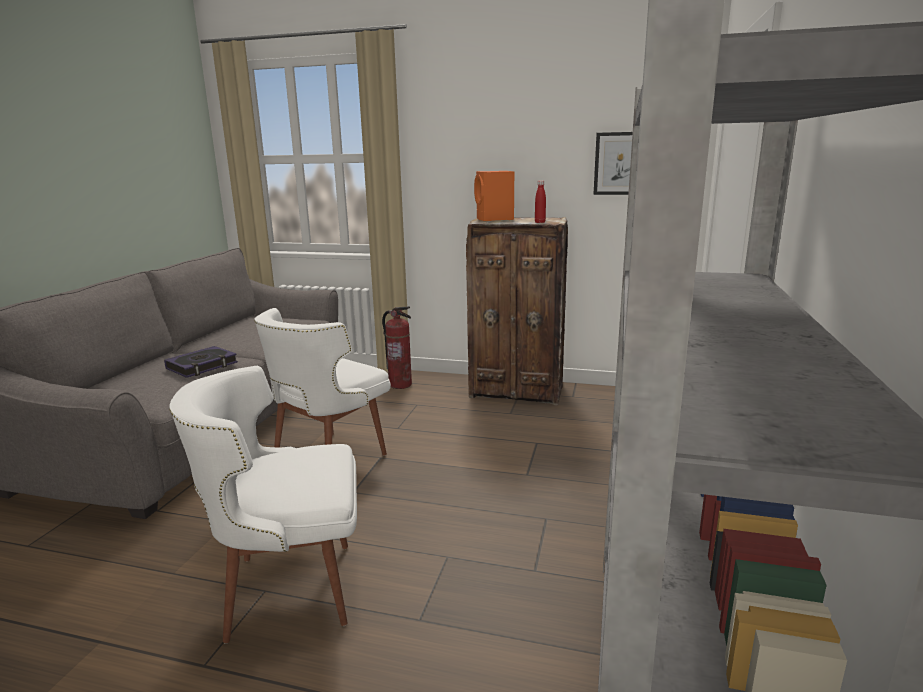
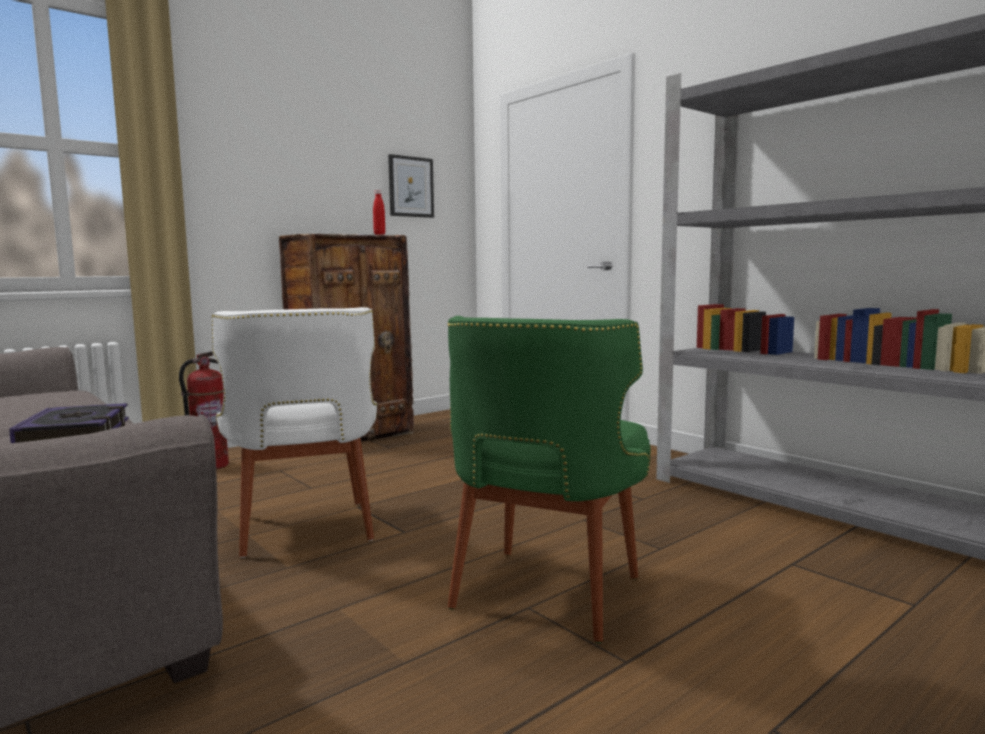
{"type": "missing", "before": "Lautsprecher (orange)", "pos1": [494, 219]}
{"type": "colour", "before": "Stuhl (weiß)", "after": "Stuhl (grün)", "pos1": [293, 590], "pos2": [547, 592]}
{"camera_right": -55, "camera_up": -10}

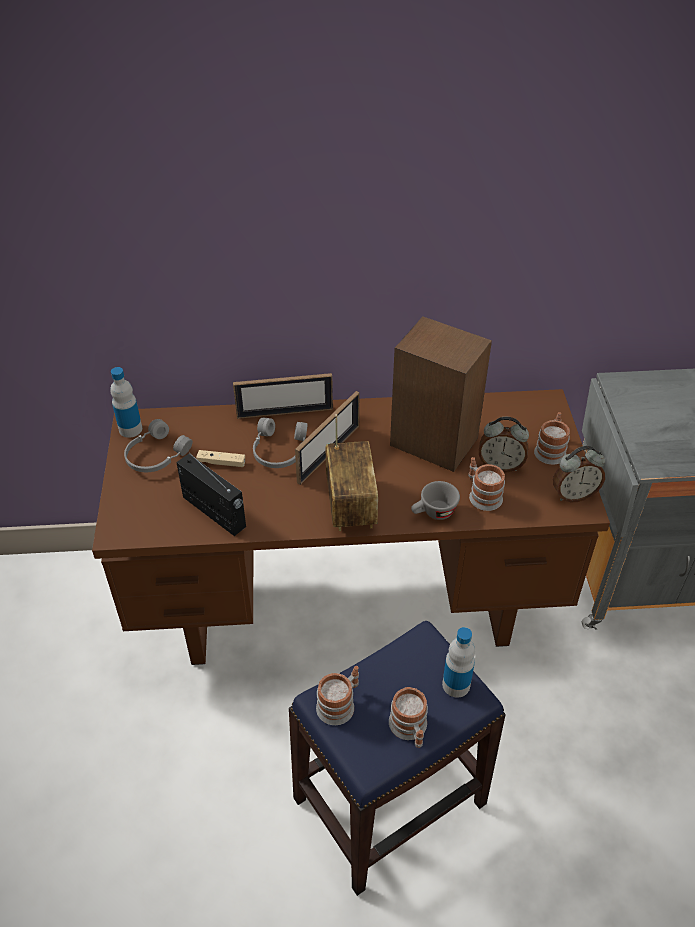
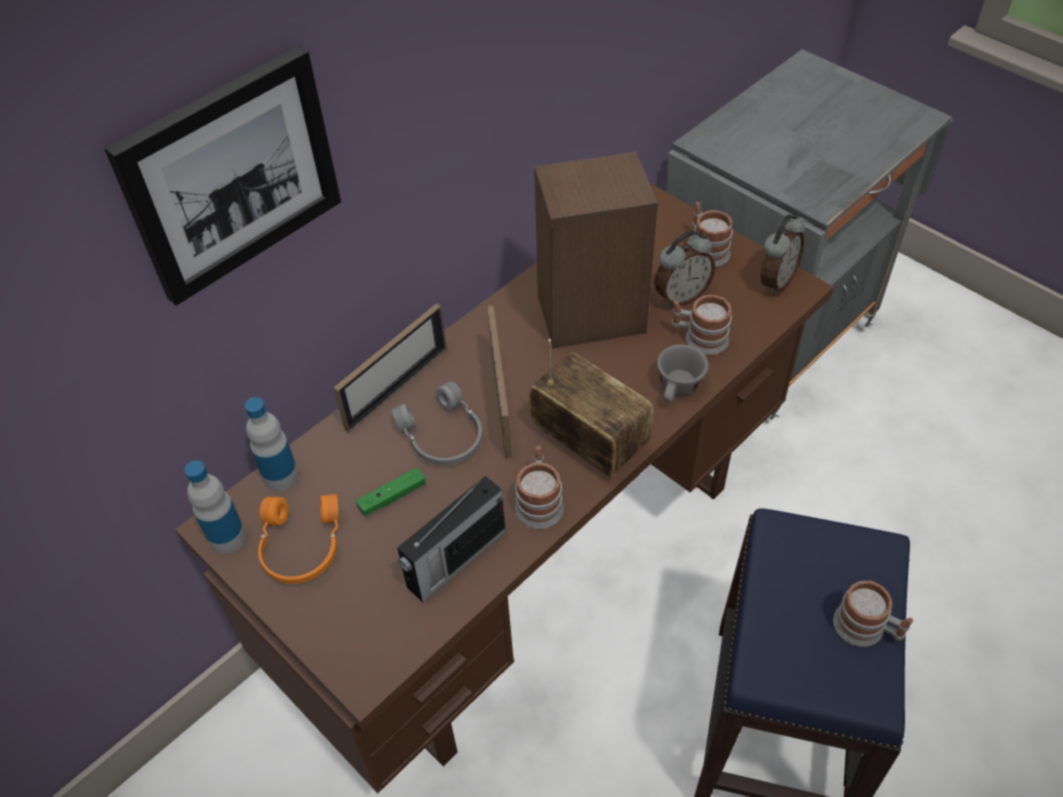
{"type": "appeared", "after": "Bild", "pos2": [231, 174]}
{"type": "relocated", "before": "Henkelbecher", "pos1": [340, 703], "pos2": [539, 501]}
{"type": "relocated", "before": "Flasche", "pos1": [456, 685], "pos2": [281, 476]}
{"type": "colour", "before": "Kopfhörer (grau)", "after": "Kopfhörer (orange)", "pos1": [156, 455], "pos2": [300, 546]}
{"type": "colour", "before": "Gamepad (beige)", "after": "Gamepad (grün)", "pos1": [221, 462], "pos2": [392, 497]}
{"type": "spun", "before": "Radio", "pos1": [215, 513], "pos2": [455, 560], "turn": 135}
{"camera_right": -40, "camera_up": 5}

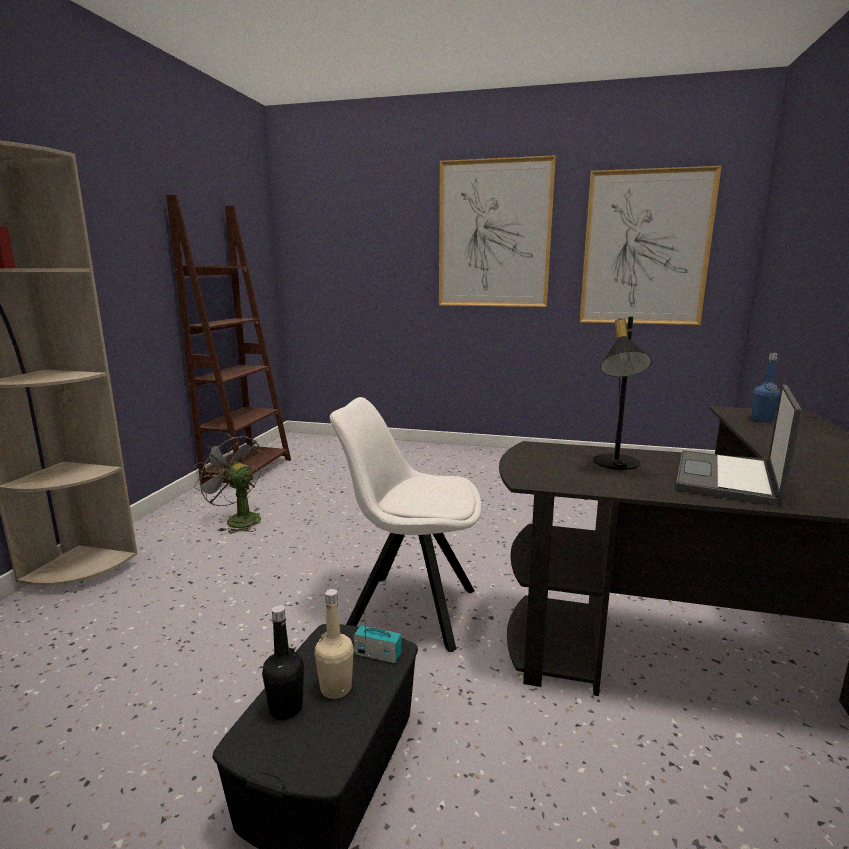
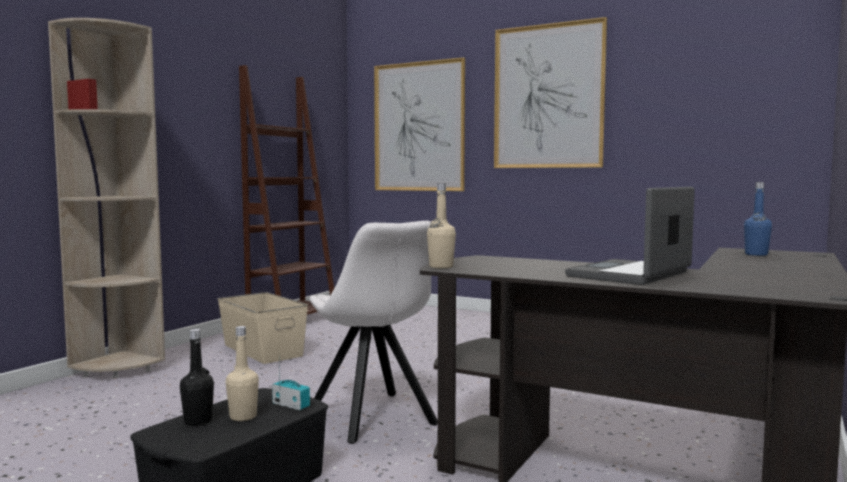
{"type": "missing", "before": "Tischlampe (schwarz)", "pos1": [615, 465]}
{"type": "appeared", "after": "Flasche (beige)", "pos2": [441, 267]}
{"type": "relocated", "before": "Bild", "pos1": [645, 249], "pos2": [419, 127]}
{"type": "exchanged", "before": "Ventilator (grau)", "after": "Aufbewahrungsbox (beige)", "pos1": [237, 520], "pos2": [262, 350]}
{"type": "spun", "before": "Stuhl (weiß)", "pos1": [411, 610], "pos2": [373, 417], "turn": -150}
{"camera_right": 15, "camera_up": -10}

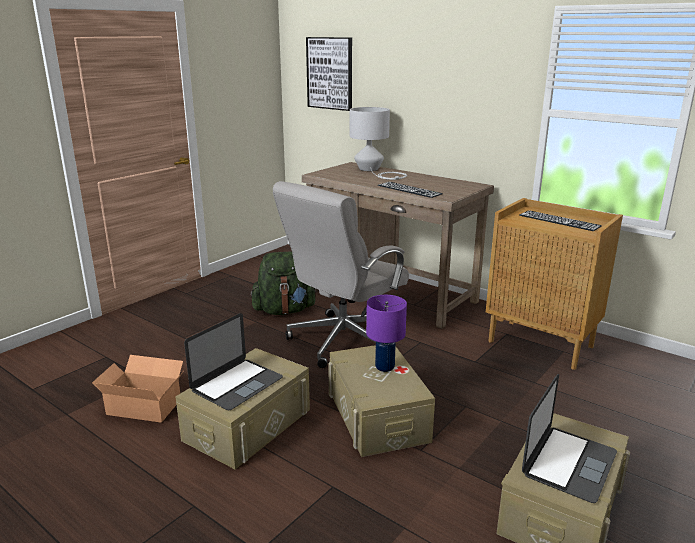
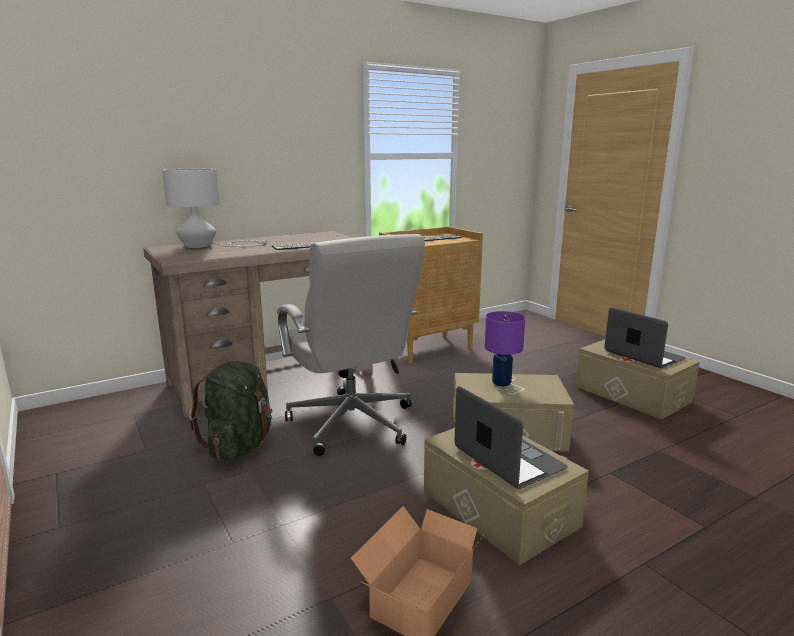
{"type": "missing", "before": "Bild", "pos1": [330, 73]}
{"camera_right": -70, "camera_up": -5}

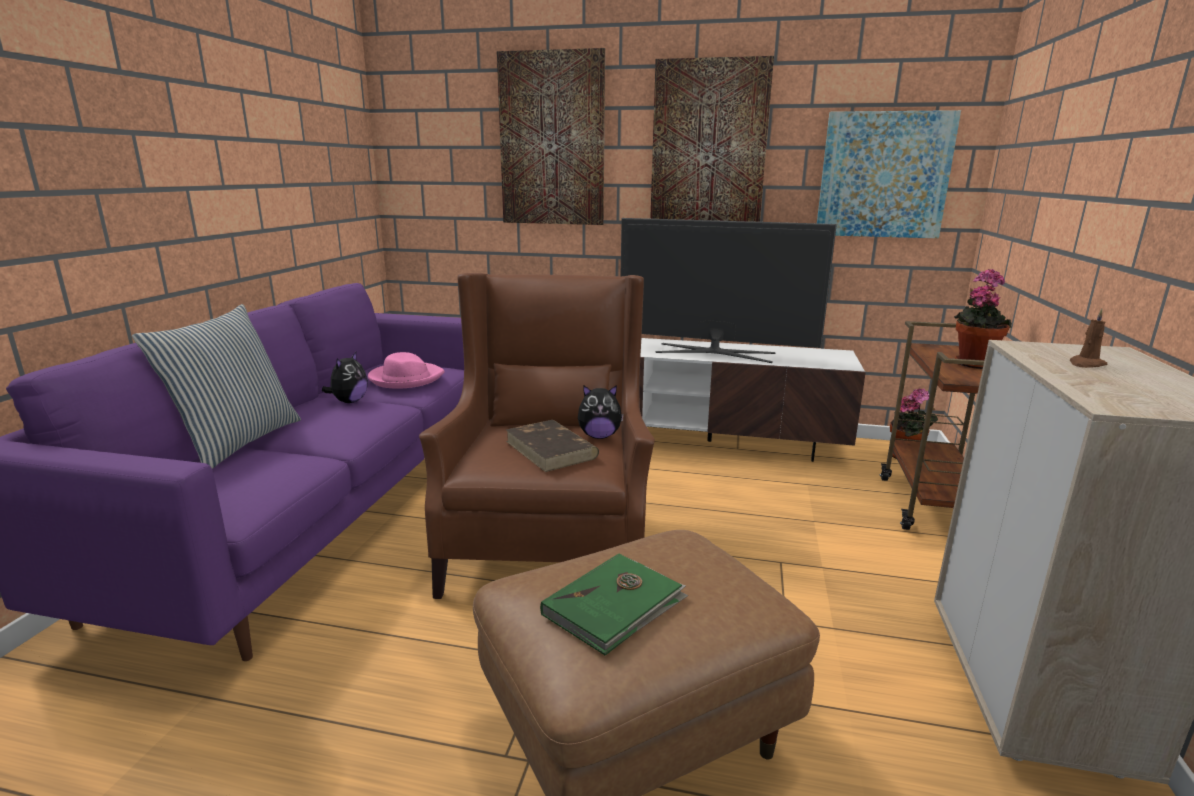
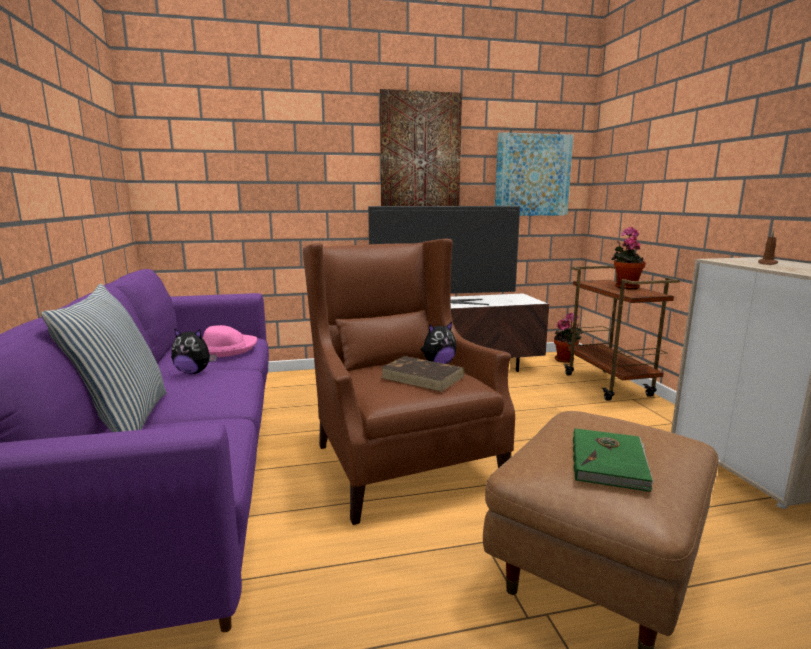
{"type": "missing", "before": "Bild", "pos1": [552, 140]}
{"type": "spun", "before": "Plüschtier", "pos1": [349, 401], "pos2": [194, 372], "turn": 105}
{"camera_right": -25, "camera_up": -5}

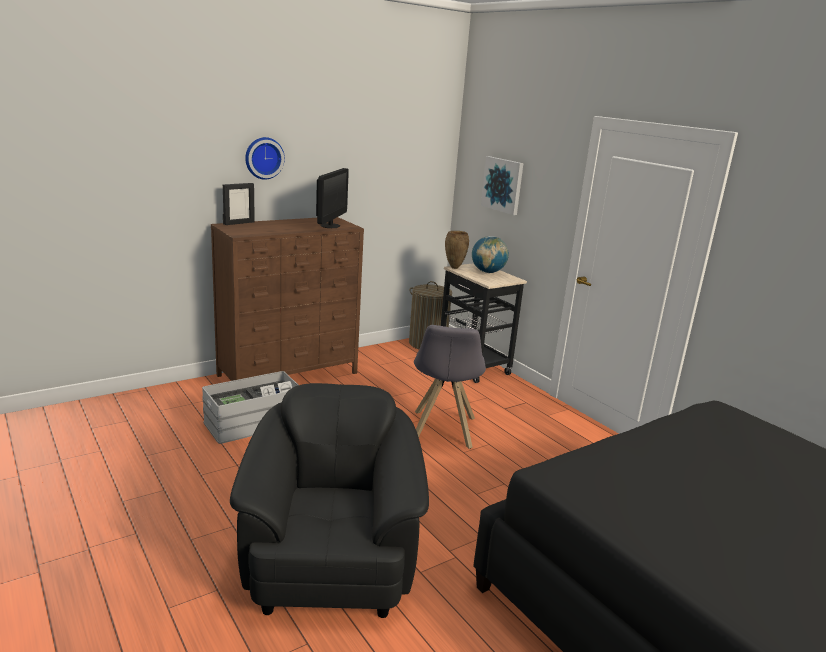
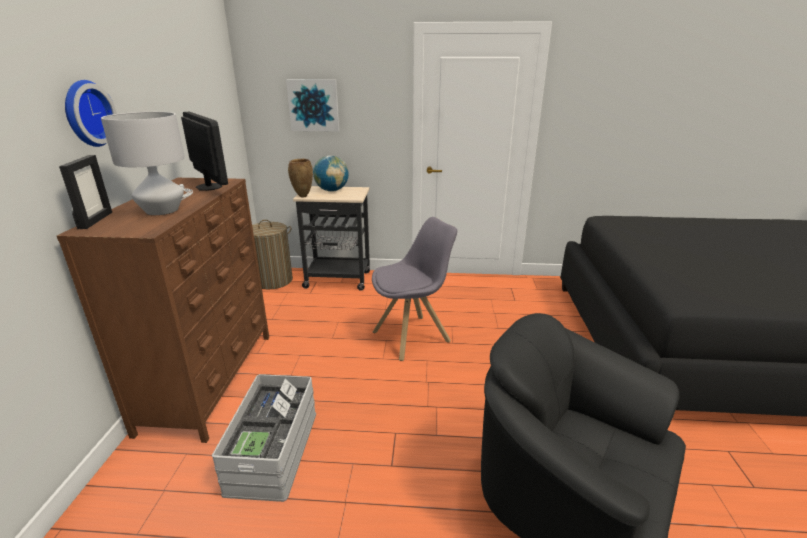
{"type": "appeared", "after": "Tischlampe (grau)", "pos2": [166, 204]}
{"type": "spun", "before": "Stuhl (grau)", "pos1": [443, 430], "pos2": [412, 337], "turn": -75}
{"camera_right": -50, "camera_up": 5}

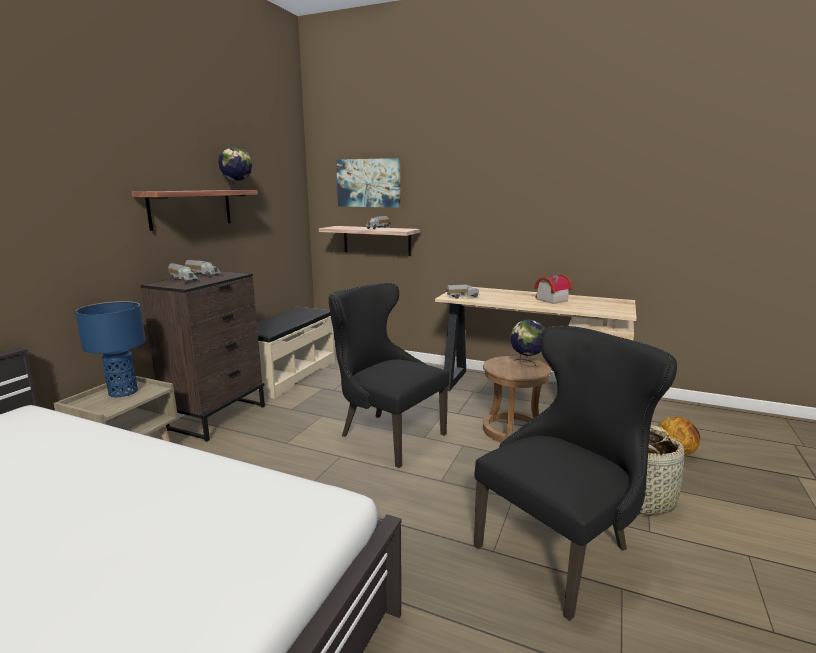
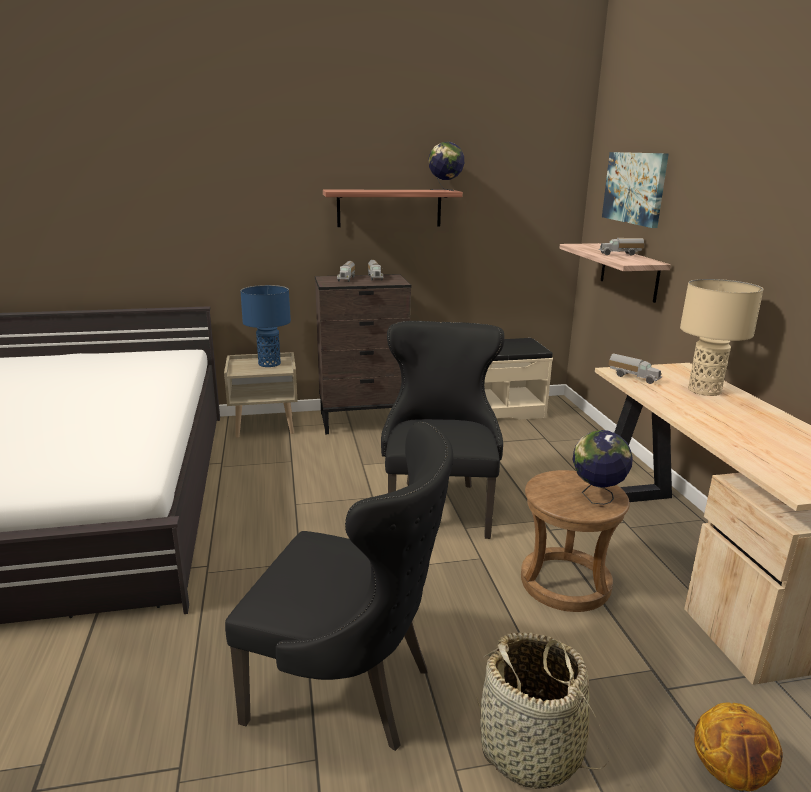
{"type": "missing", "before": "Spielzeughaus", "pos1": [550, 300]}
{"type": "appeared", "after": "Tischlampe (beige)", "pos2": [705, 390]}
{"camera_right": 55, "camera_up": 5}

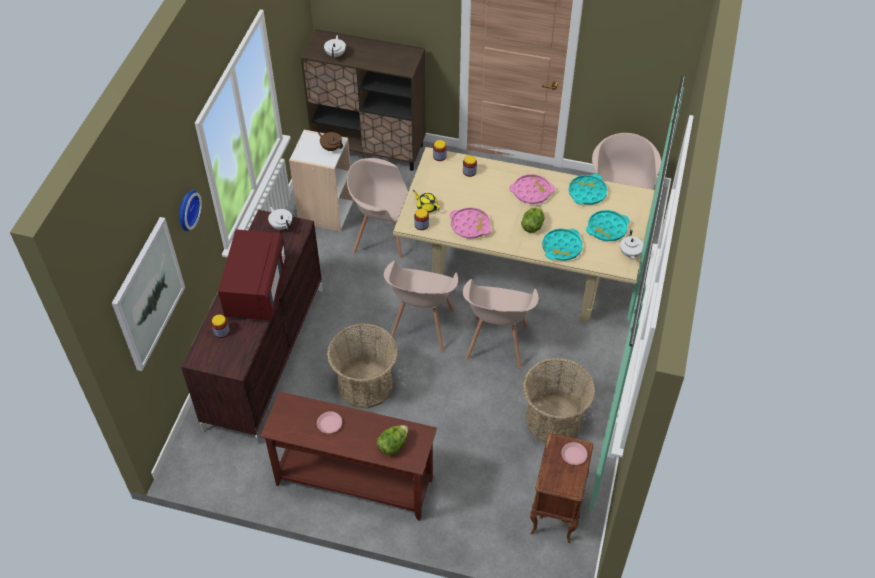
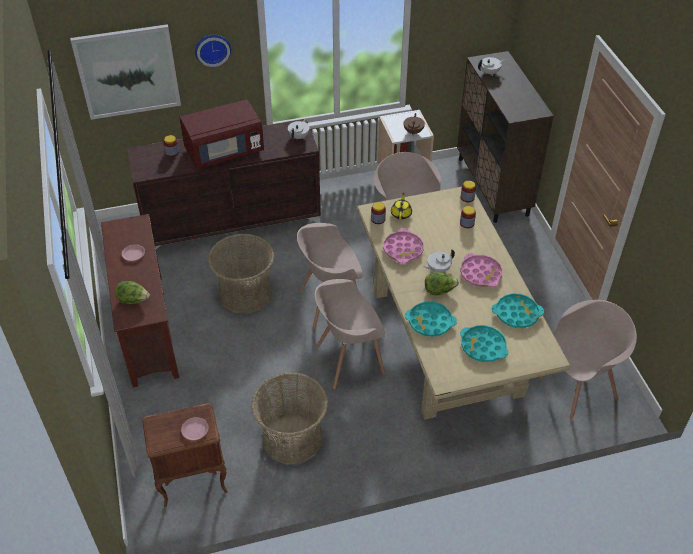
{"type": "relocated", "before": "Teekanne (weiß)", "pos1": [630, 253], "pos2": [438, 269]}
{"camera_right": 60, "camera_up": -5}

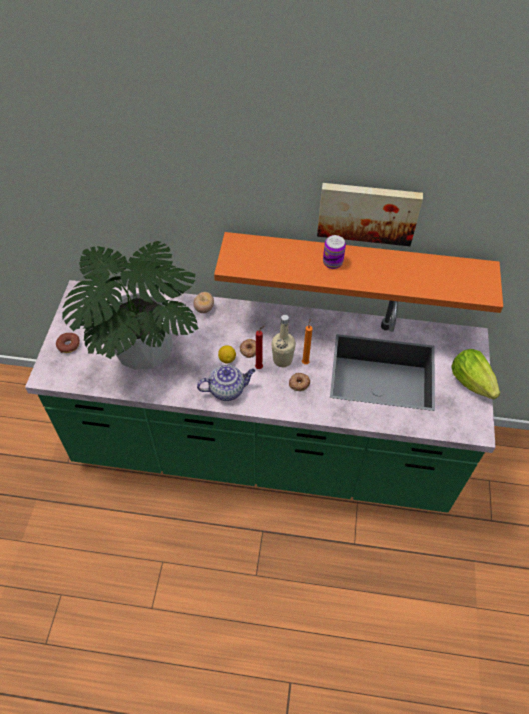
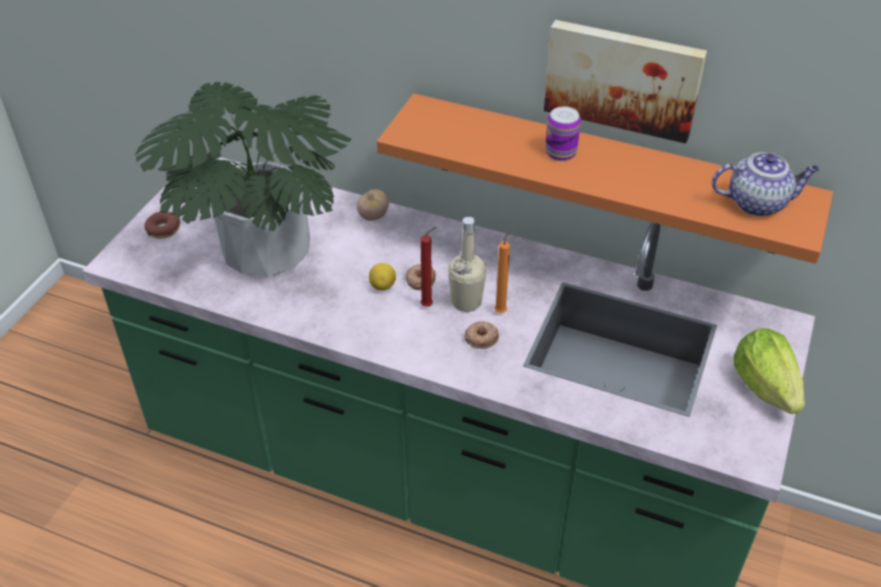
{"type": "relocated", "before": "Teekanne", "pos1": [227, 389], "pos2": [758, 203]}
{"camera_right": 15, "camera_up": -10}

